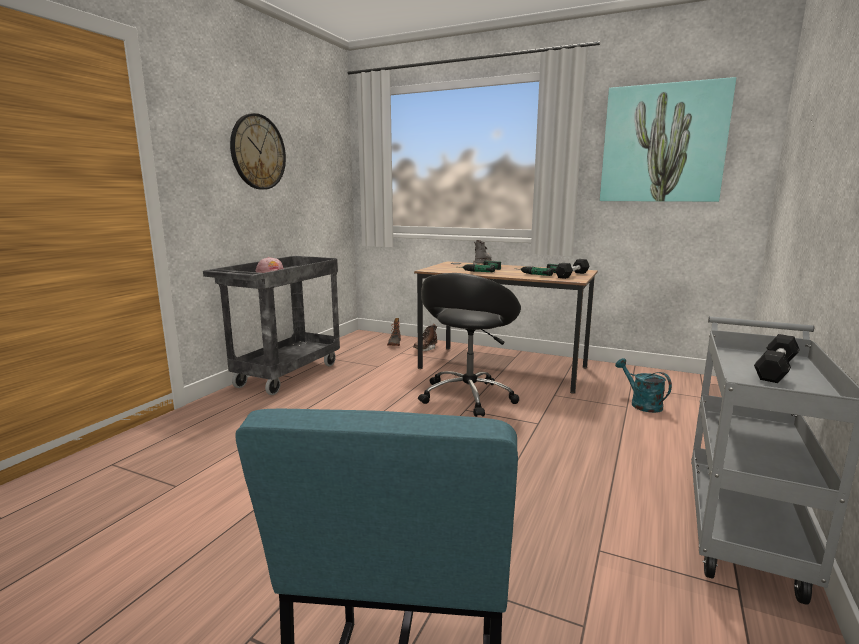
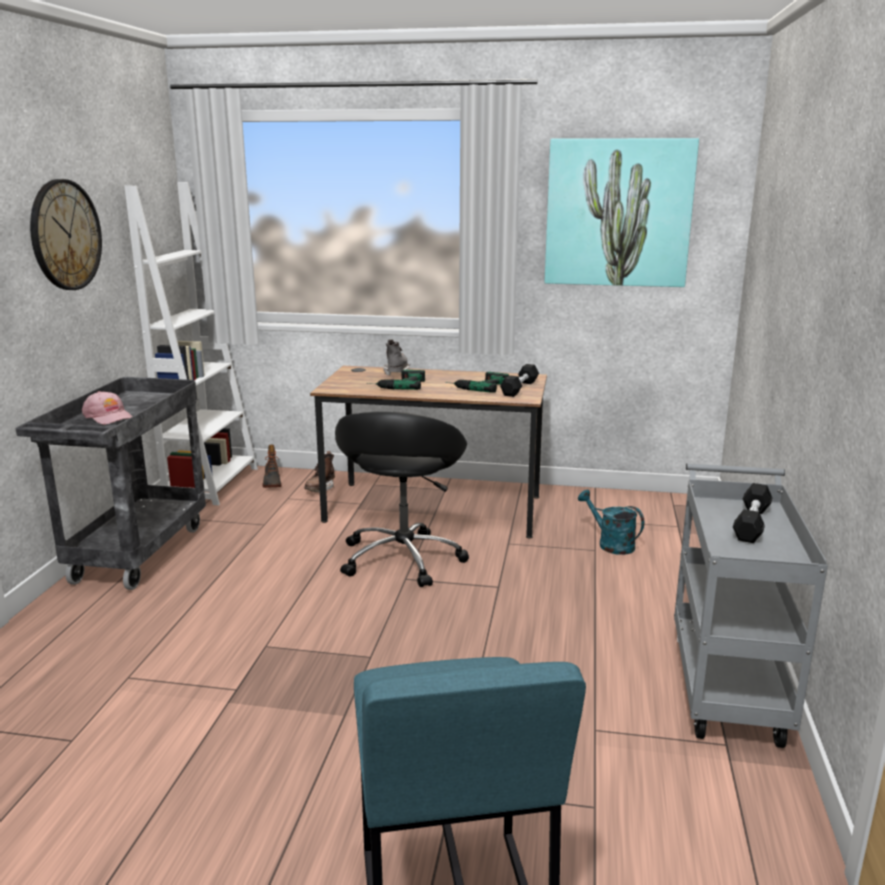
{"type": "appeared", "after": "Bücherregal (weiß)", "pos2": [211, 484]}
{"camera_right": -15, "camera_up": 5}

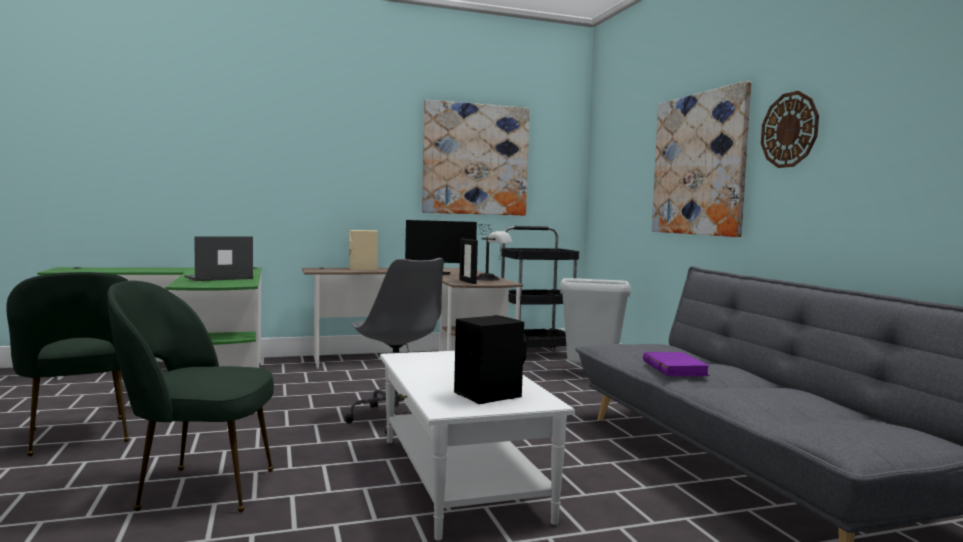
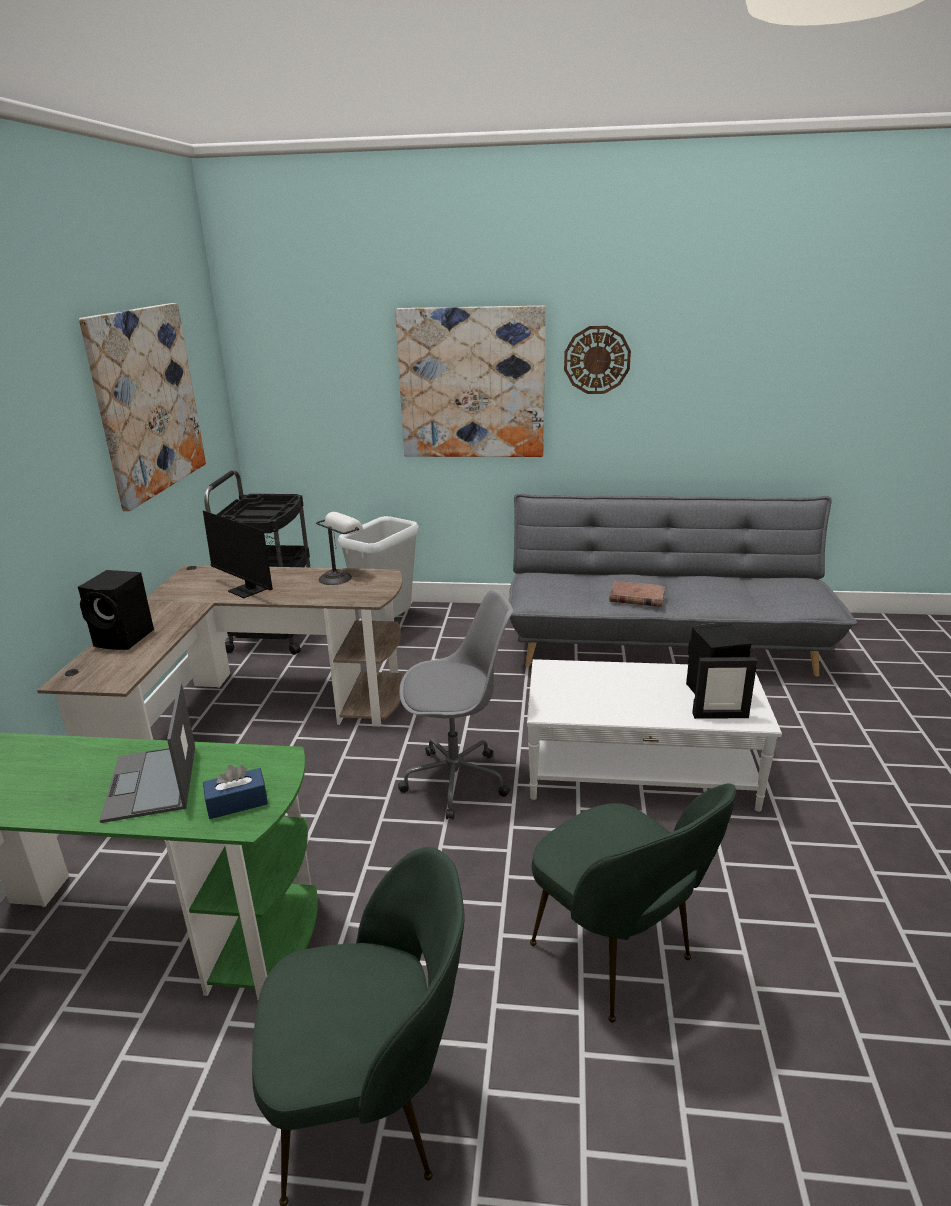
{"type": "appeared", "after": "Taschentuchbox (blau)", "pos2": [237, 802]}
{"type": "relocated", "before": "Bilderrahmen", "pos1": [468, 281], "pos2": [720, 715]}
{"type": "colour", "before": "Lautsprecher (beige)", "after": "Lautsprecher (schwarz)", "pos1": [363, 269], "pos2": [125, 639]}
{"type": "colour", "before": "Buch (lila)", "after": "Buch (braun)", "pos1": [674, 368], "pos2": [636, 597]}
{"type": "spun", "before": "Stuhl (grün)", "pos1": [196, 489], "pos2": [619, 961], "turn": -60}
{"type": "spun", "before": "Monitor", "pos1": [444, 273], "pos2": [249, 592], "turn": 105}
{"camera_right": -65, "camera_up": 20}

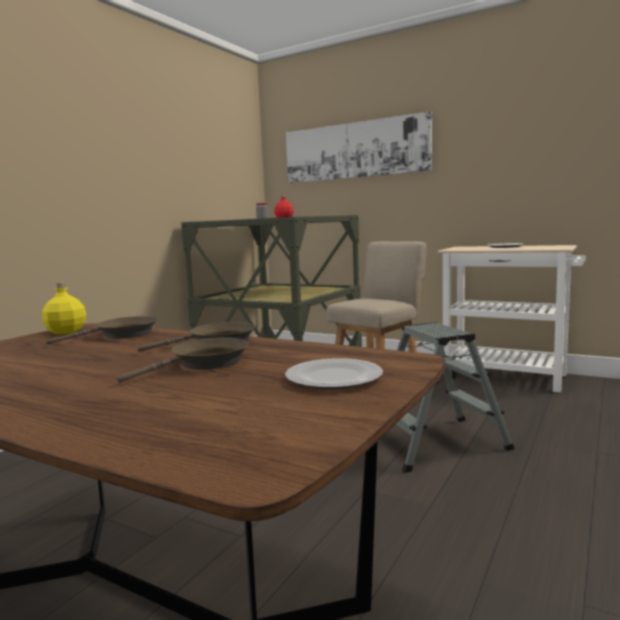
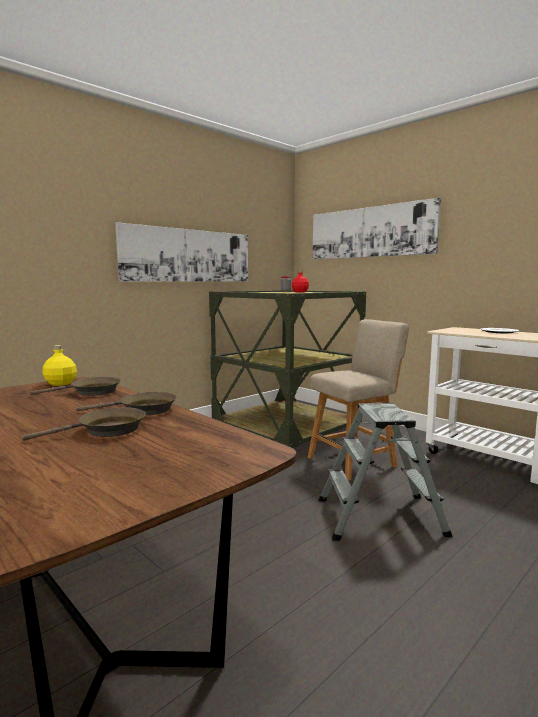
{"type": "missing", "before": "Teller", "pos1": [334, 377]}
{"type": "appeared", "after": "Bild", "pos2": [188, 255]}
{"camera_right": 15, "camera_up": 0}

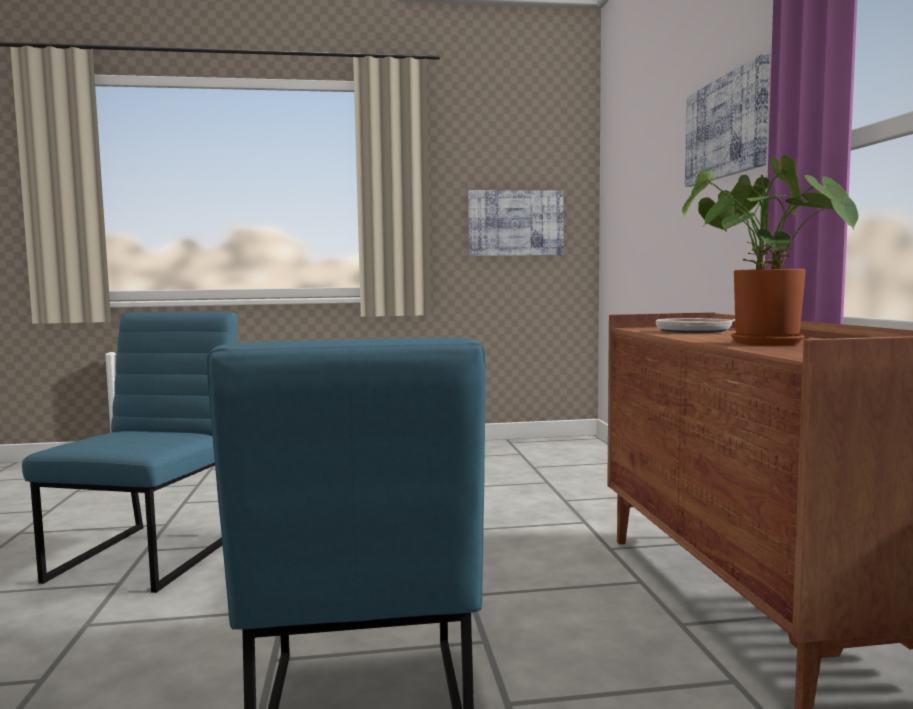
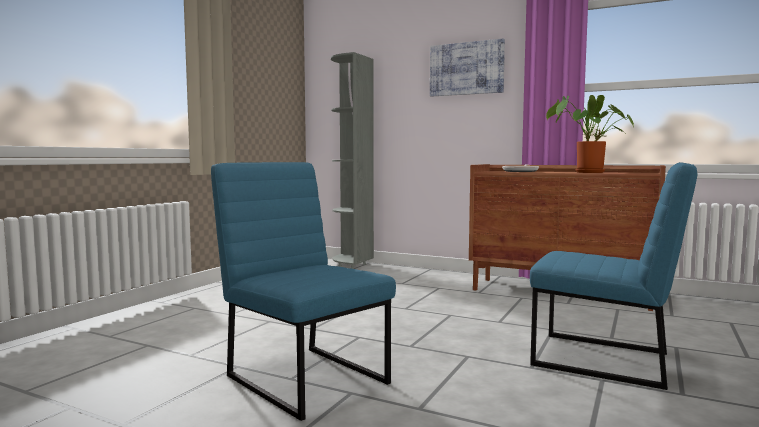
{"type": "missing", "before": "Bild", "pos1": [515, 223]}
{"type": "appeared", "after": "Bücherregal (grau)", "pos2": [350, 265]}
{"camera_right": -55, "camera_up": 0}

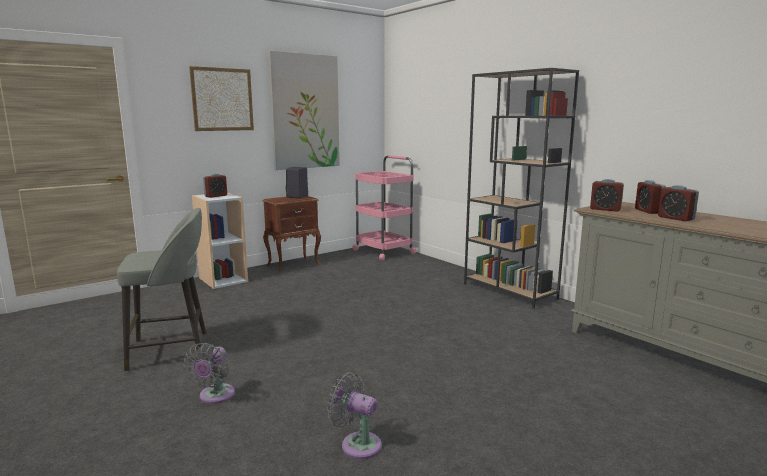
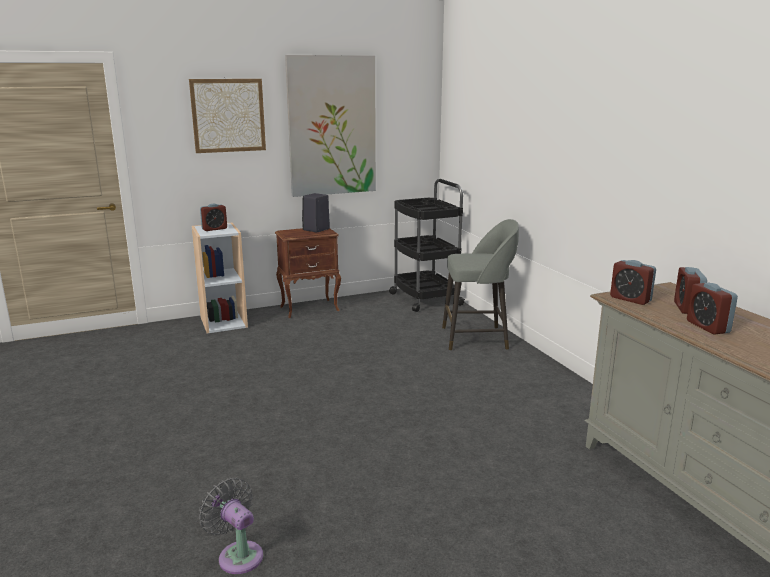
{"type": "missing", "before": "Ventilator (grau)", "pos1": [215, 396]}
{"type": "missing", "before": "Bücherregal", "pos1": [510, 291]}
{"type": "relocated", "before": "Hocker (grau)", "pos1": [172, 350], "pos2": [477, 338]}
{"type": "colour", "before": "Rollwagen (rosa)", "after": "Rollwagen (schwarz)", "pos1": [383, 252], "pos2": [425, 299]}
{"camera_right": 15, "camera_up": 5}

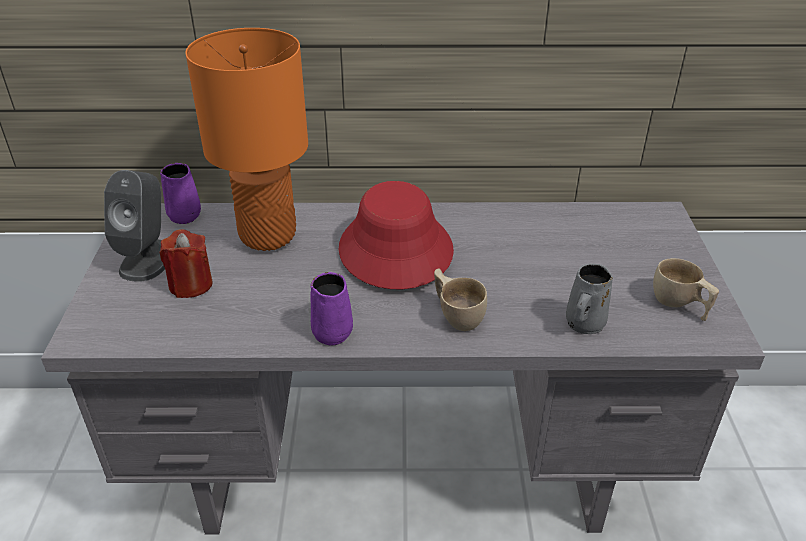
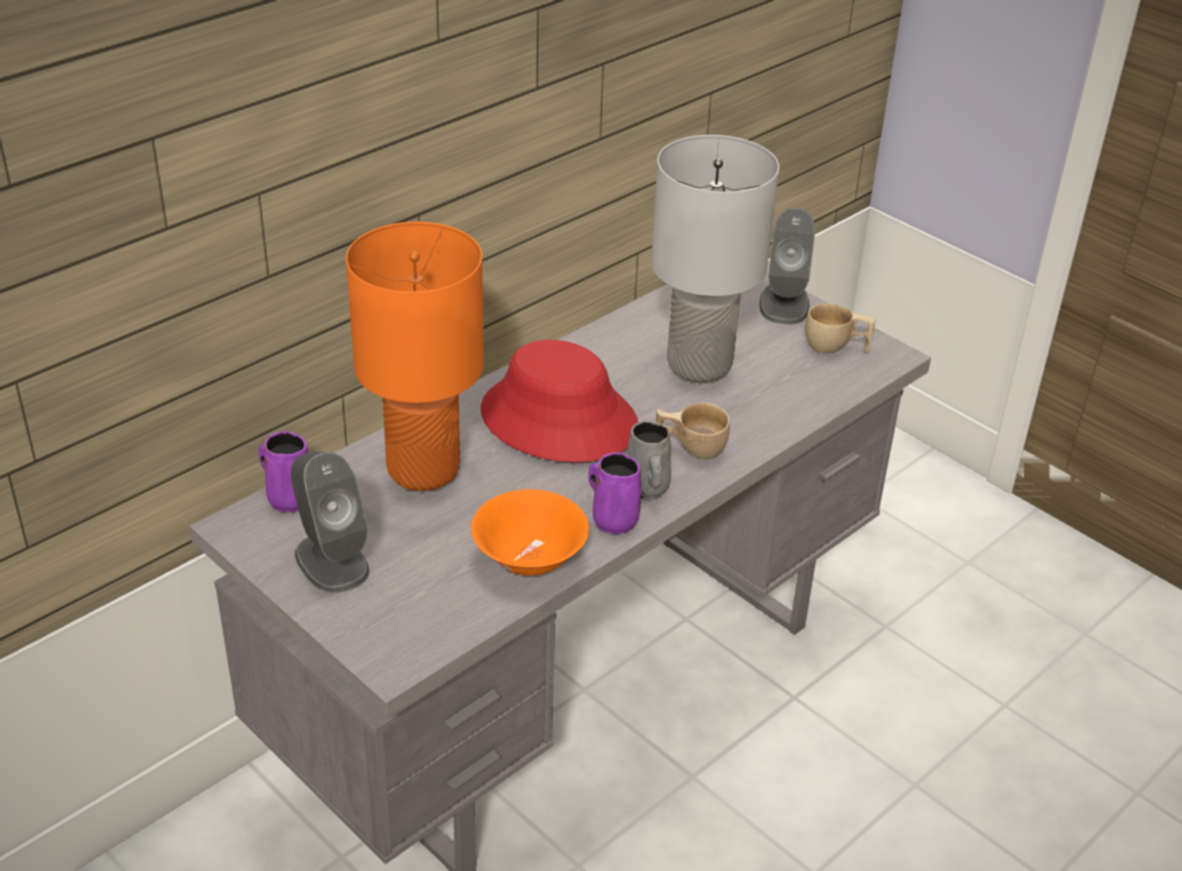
{"type": "missing", "before": "Kerze (rot)", "pos1": [191, 285]}
{"type": "appeared", "after": "Schüssel (orange)", "pos2": [530, 559]}
{"type": "appeared", "after": "Tischlampe (grau)", "pos2": [699, 371]}
{"type": "appeared", "after": "Lautsprecher (grau)", "pos2": [784, 303]}
{"type": "relocated", "before": "Henkelbecher (grau)", "pos1": [583, 324], "pos2": [647, 489]}
{"camera_right": -45, "camera_up": 0}

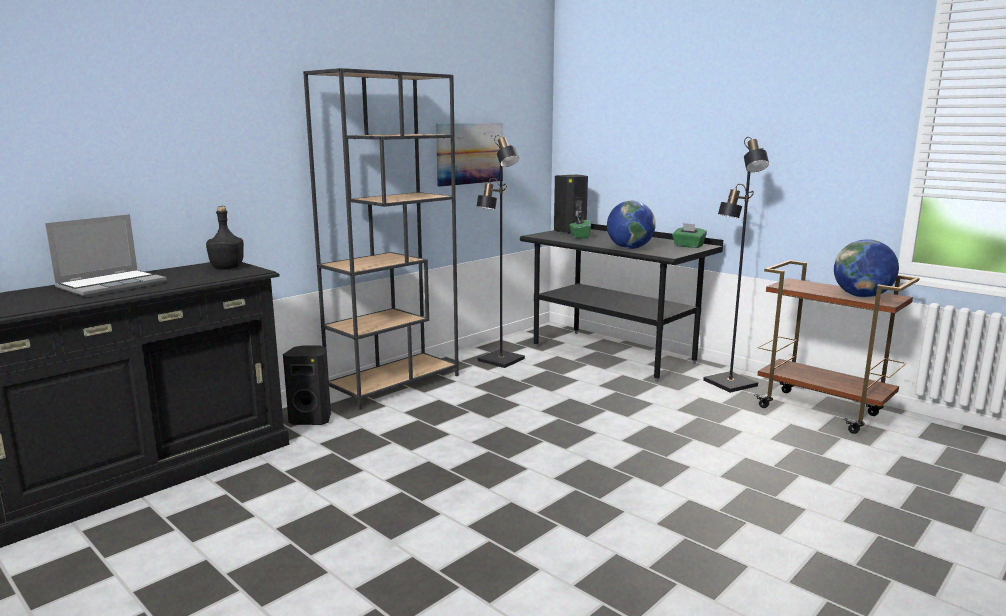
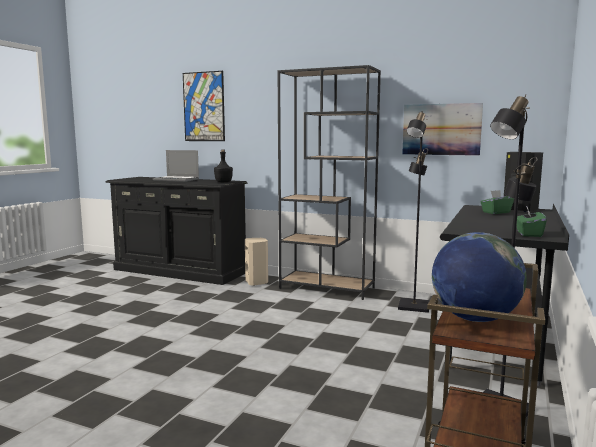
{"type": "missing", "before": "Globus", "pos1": [629, 248]}
{"type": "appeared", "after": "Bild", "pos2": [204, 106]}
{"type": "colour", "before": "Lautsprecher (schwarz)", "after": "Lautsprecher (beige)", "pos1": [312, 419], "pos2": [257, 282]}
{"camera_right": 70, "camera_up": -5}

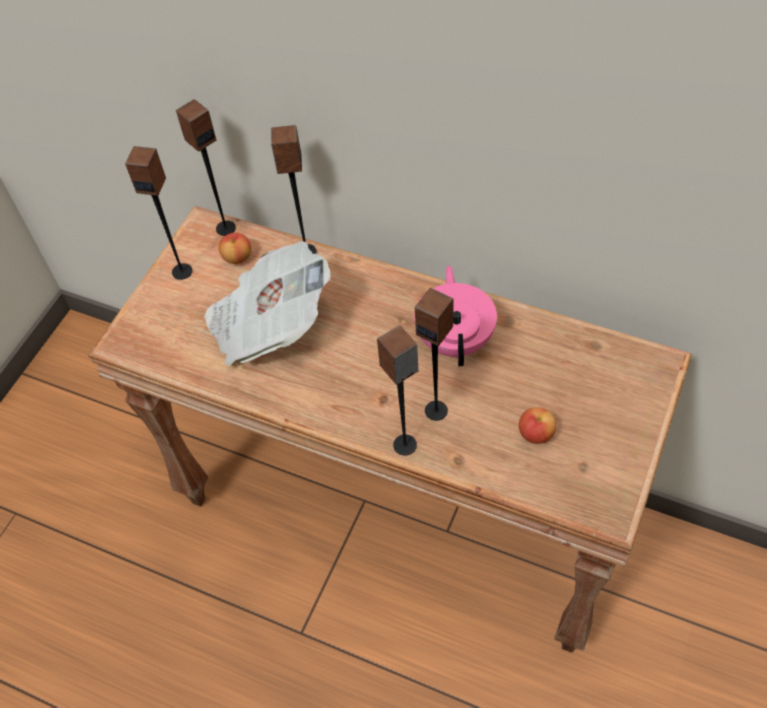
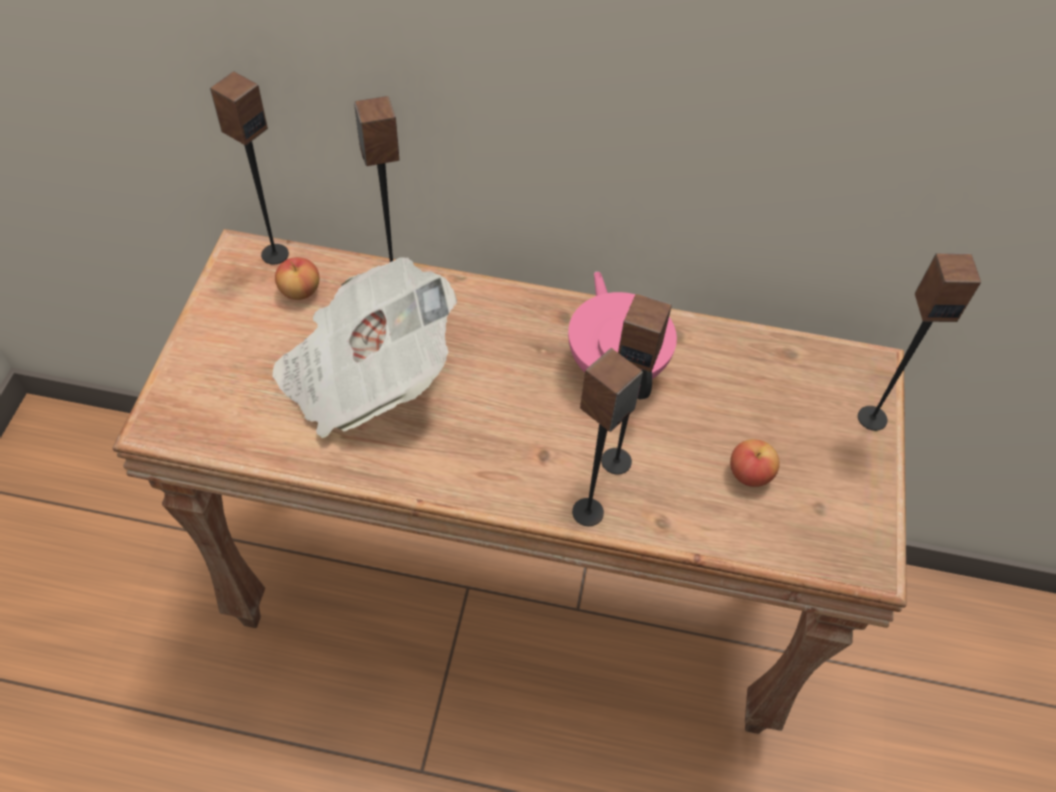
{"type": "relocated", "before": "Lautsprecher", "pos1": [182, 271], "pos2": [872, 417]}
{"camera_right": -20, "camera_up": 0}

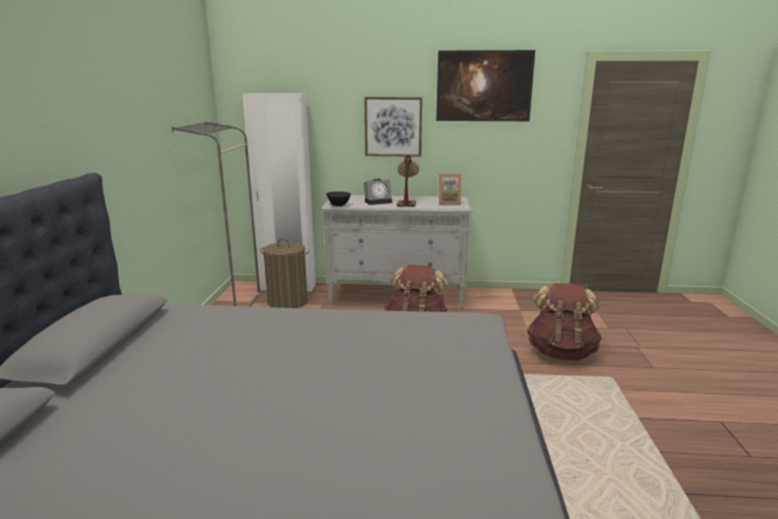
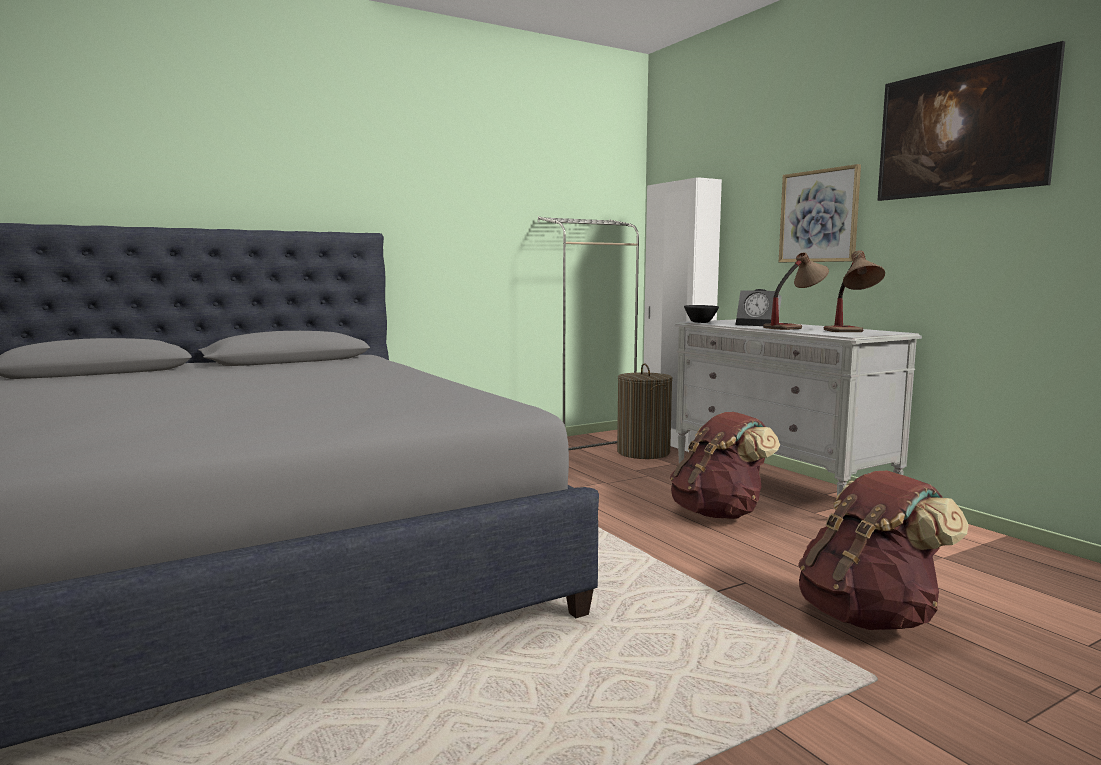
{"type": "exchanged", "before": "Bilderrahmen", "after": "Tischlampe", "pos1": [448, 203], "pos2": [851, 332]}
{"camera_right": 55, "camera_up": -10}

